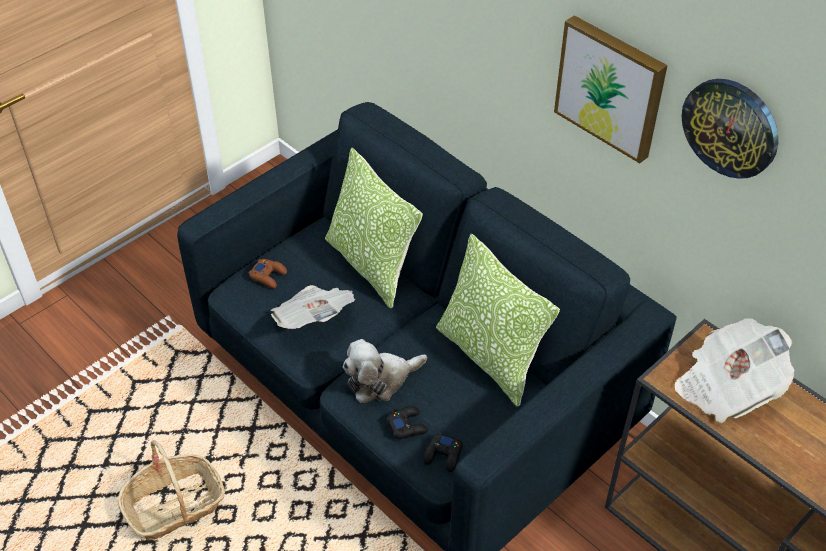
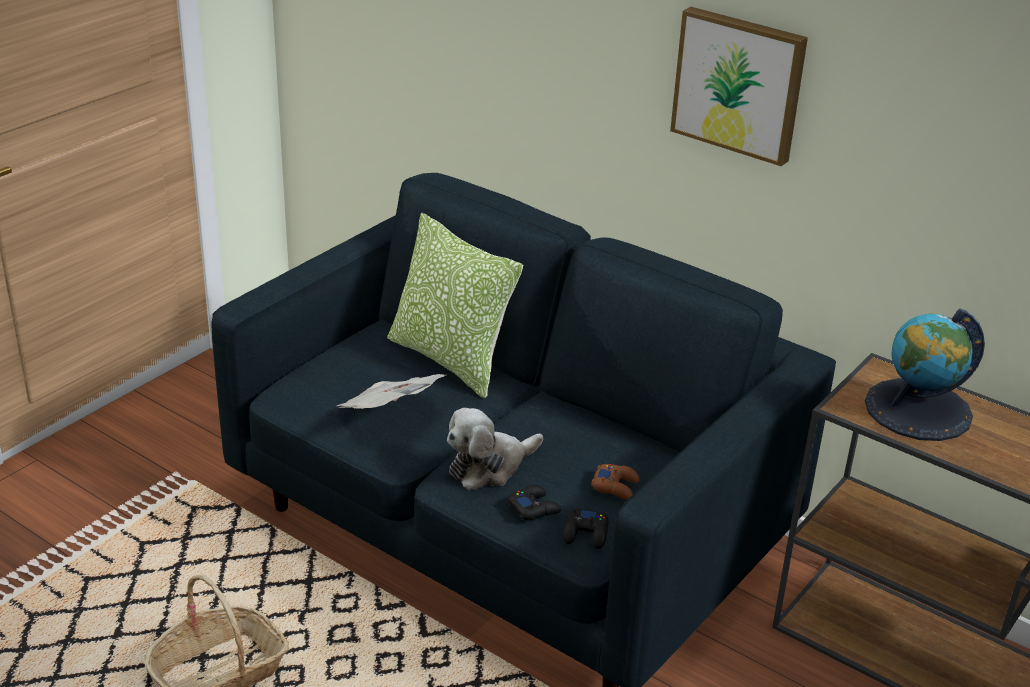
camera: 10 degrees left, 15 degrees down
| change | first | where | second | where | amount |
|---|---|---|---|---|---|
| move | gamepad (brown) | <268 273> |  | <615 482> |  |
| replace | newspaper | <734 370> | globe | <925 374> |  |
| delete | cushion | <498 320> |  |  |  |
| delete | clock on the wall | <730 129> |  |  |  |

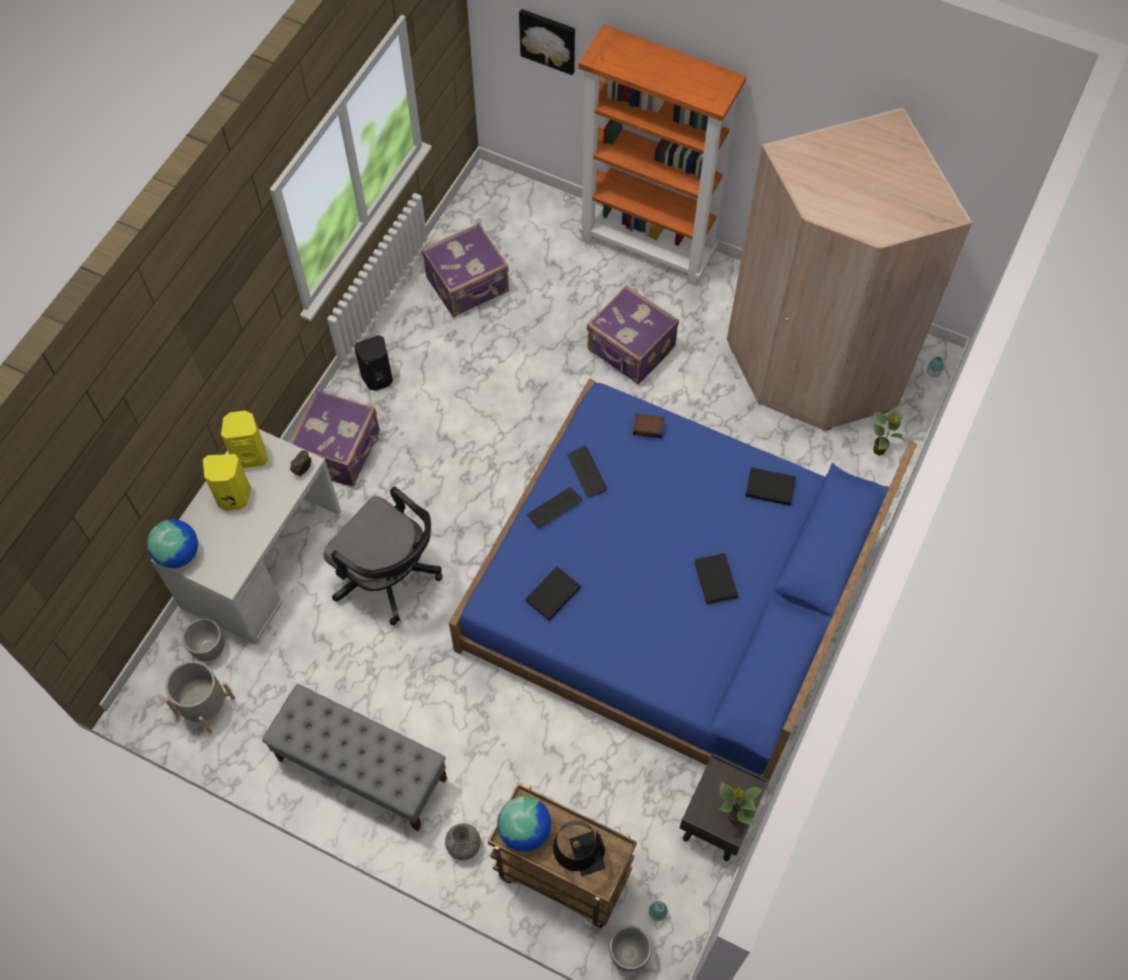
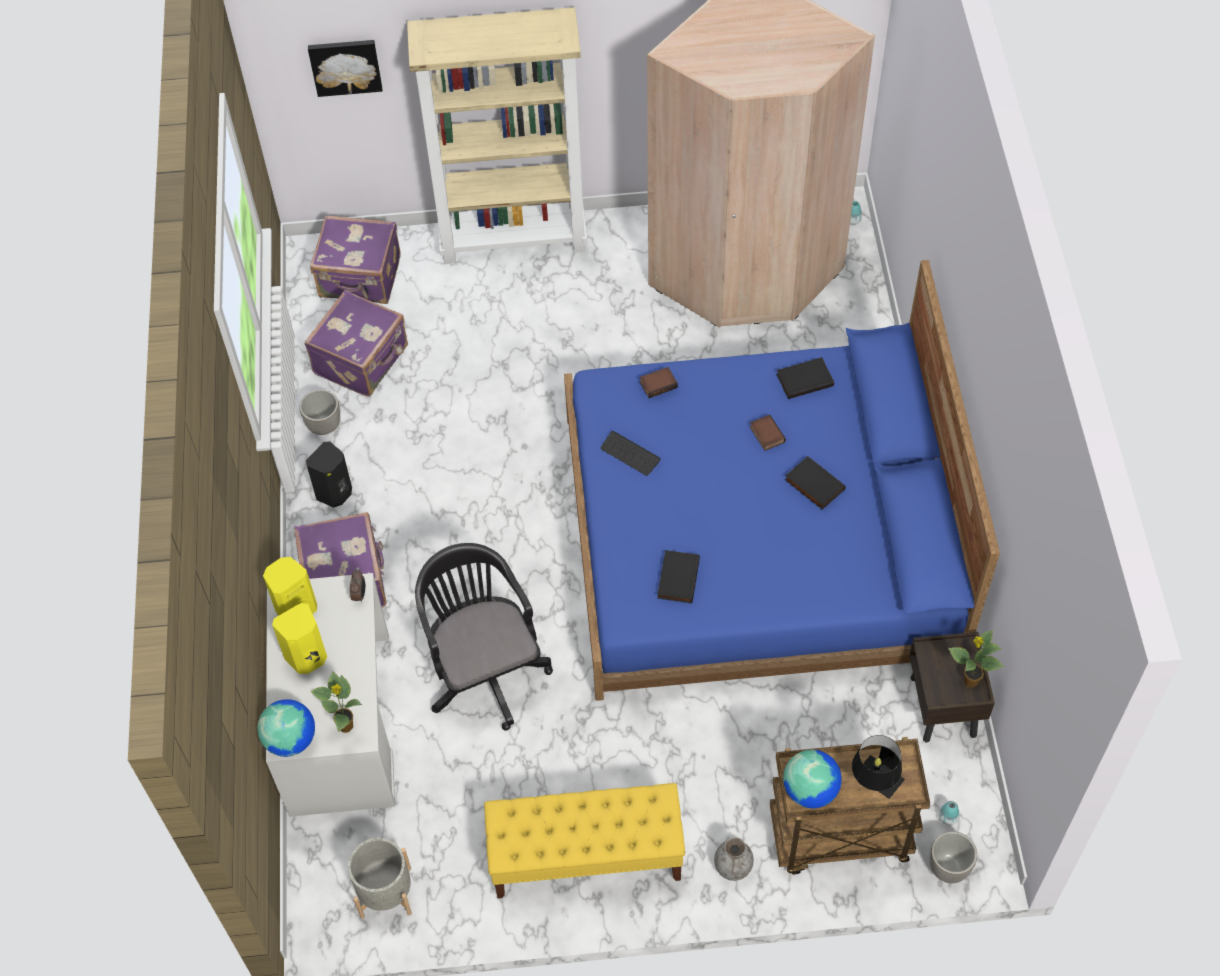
camera: 30 degrees left, 5 degrees down
| change | first | where | second | where | amount |
|---|---|---|---|---|---|
| move | flower pot | <203 639> |  | <319 412> |  |
| move | piece of luggage (purplish) | <633 334> |  | <355 259> |  |
| move | plant in a pot | <888 431> |  | <336 702> |  |
| recolor | shelving unit (orangey) | <662 155> | shelving unit (beige) | <497 135> |  |
| rotate | office chair (black-coloured) | <382 556> |  | <484 637> | 120 degrees counterclockwise |
| recolor | indoor bench (greyish) | <354 757> | indoor bench (yellowish) | <584 841> |  |
| insert |  |  | bound book | <768 433> |  |
| delete | computer keyboard | <555 508> |  |  |  |

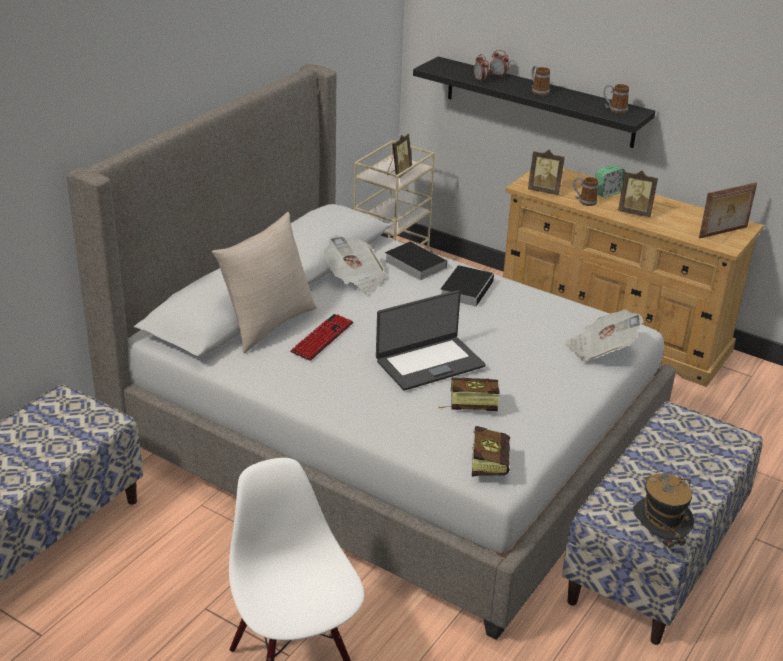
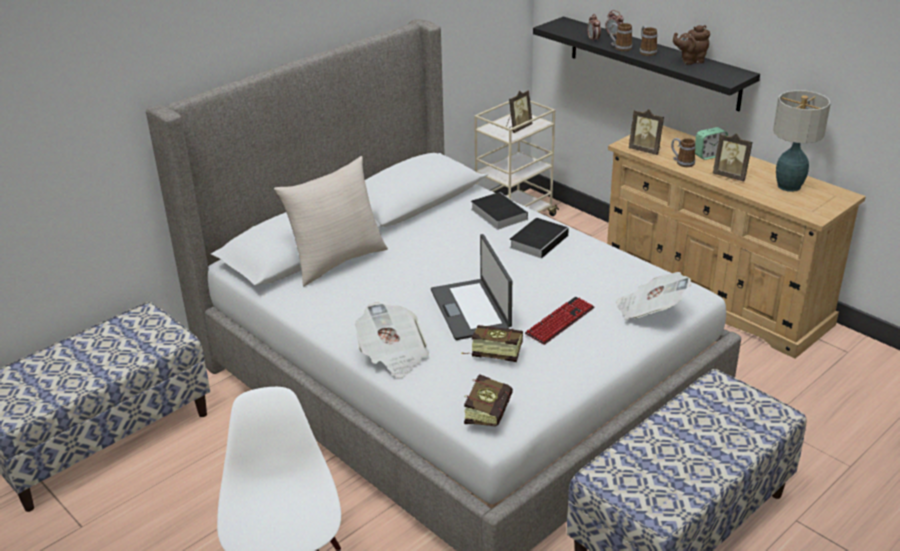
camera: 15 degrees right, 0 degrees up
| change | first | where | second | where | amount |
|---|---|---|---|---|---|
| move | newspaper | <355 264> |  | <392 340> |  |
| rotate | portable computer | <431 340> |  | <471 287> | 90 degrees clockwise |
| move | computer keyboard | <322 337> |  | <559 321> |  |
| move | tea mug | <616 99> |  | <620 37> |  |
| insert |  |  | teapot (brown) | <691 45> |  |
| insert |  |  | table lamp | <802 141> |  |
| delete | wearable hat | <663 516> |  |  |  |
| delete | standing frame | <728 210> |  |  |  |

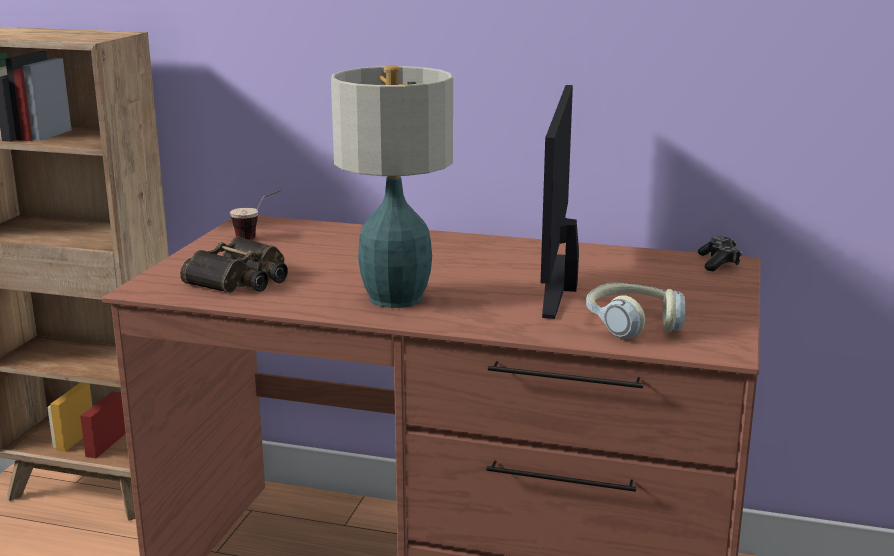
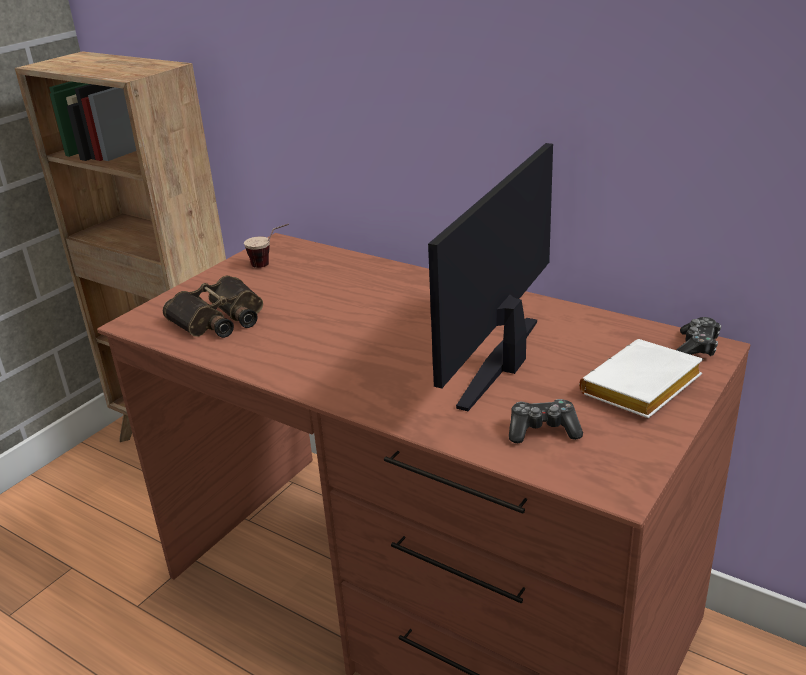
camera: 20 degrees right, 10 degrees up
| change | first | where | second | where | amount |
|---|---|---|---|---|---|
| replace | headphones | <635 310> | gamepad | <546 421> |  |
| insert |  |  | bound book (whitish) | <641 378> |  |
| delete | table lamp | <392 186> |  |  |  |

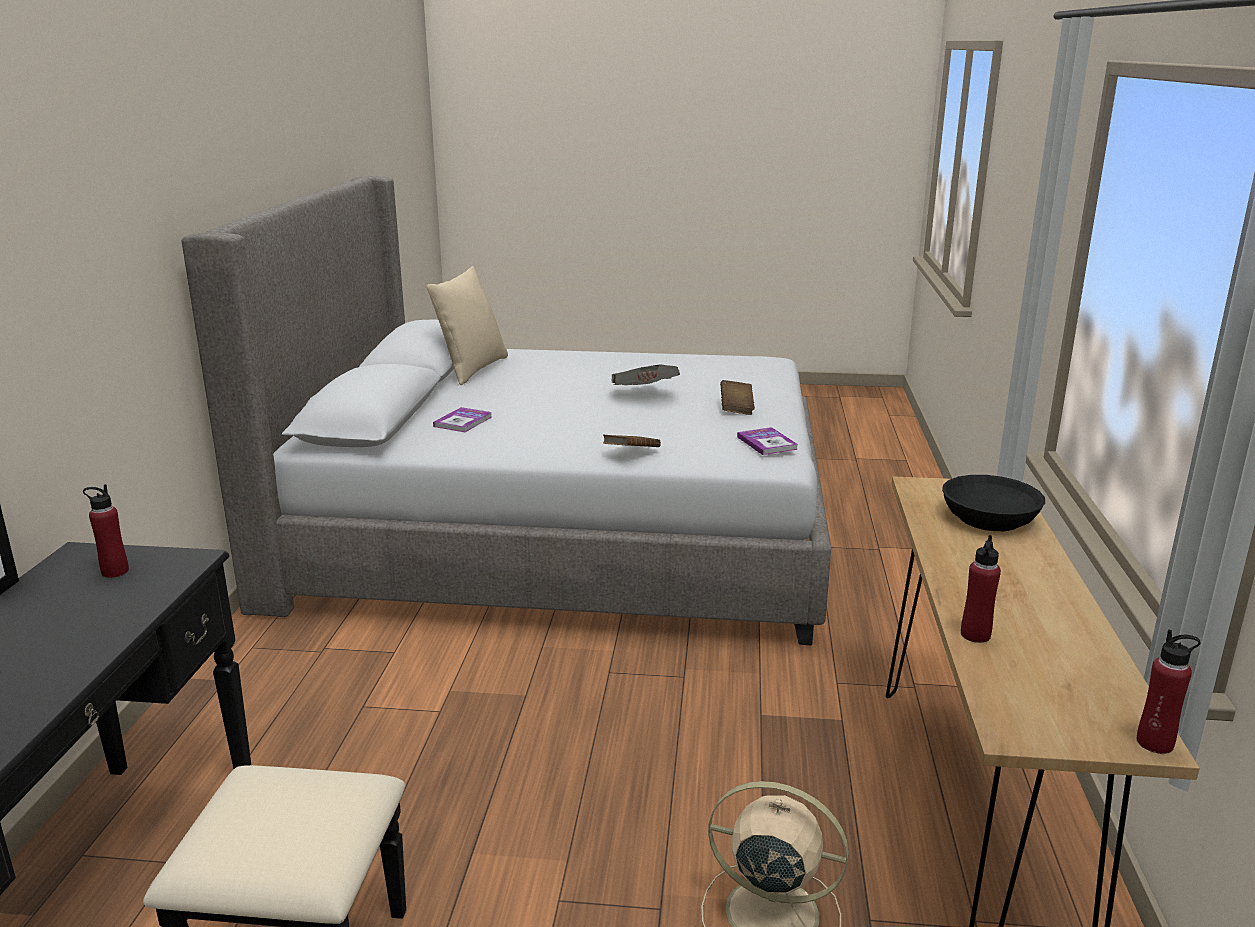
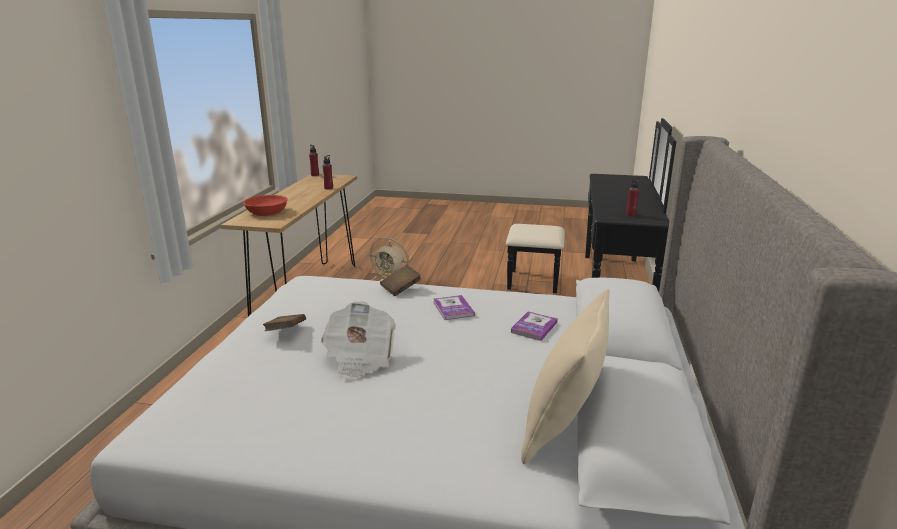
camera: 175 degrees left, 0 degrees up
| change | first | where | second | where | amount |
|---|---|---|---|---|---|
| recolor | serving bowl (black-coloured) | <993 503> | serving bowl (red-coloured) | <265 205> |  |
| move | bound book | <767 441> |  | <454 307> |  |

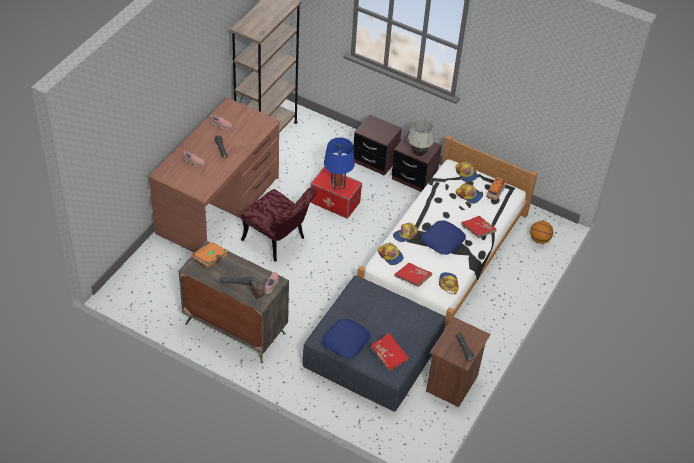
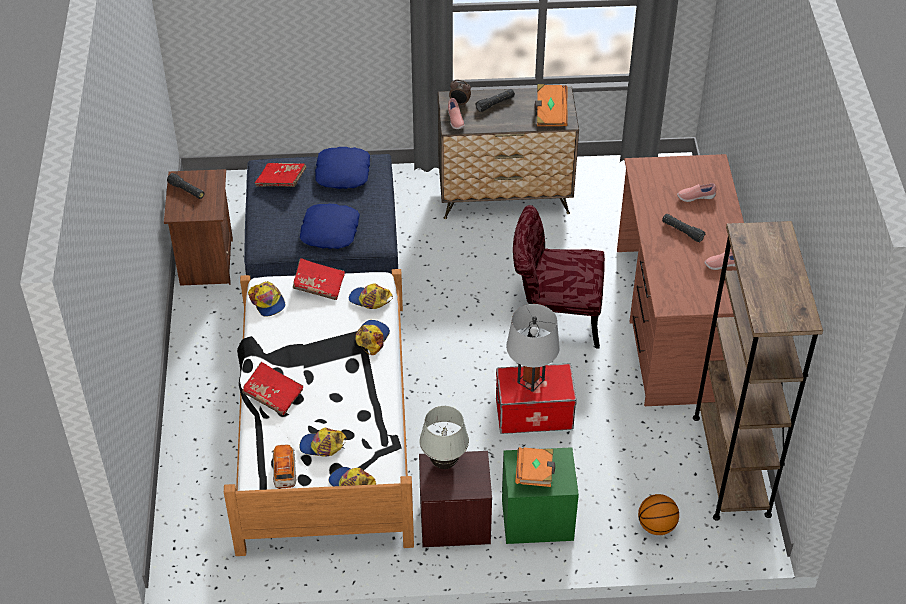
camera: 150 degrees right, 0 degrees up
| change | first | where | second | where | amount |
|---|---|---|---|---|---|
| move | cushion (blue-coloured) | <443 238> |  | <330 226> |  |
| recolor | nightstand (brown) | <377 145> | nightstand (greenish) | <540 495> |  |
| recolor | table lamp (blue-coloured) | <339 163> | table lamp (greyish) | <533 348> |  |
| insert |  |  | bound book (orangey) | <535 467> |  |
| move | basketball | <541 232> |  | <658 514> |  |

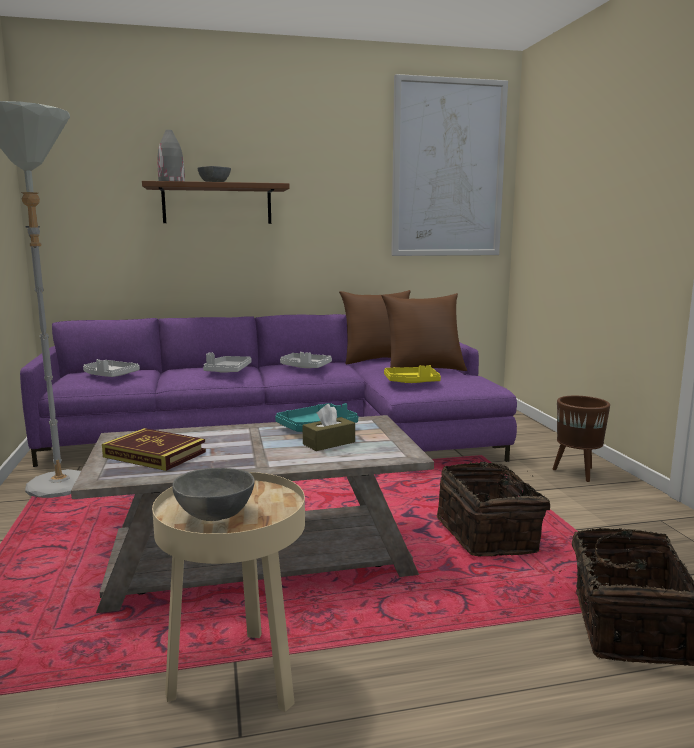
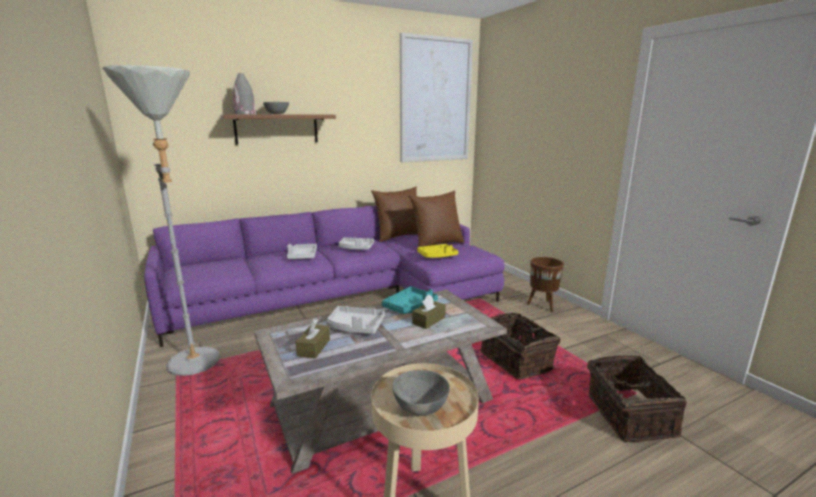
camera: 15 degrees left, 5 degrees up
| change | first | where | second | where | amount |
|---|---|---|---|---|---|
| replace | bound book | <154 449> | box of tissues (brown) | <313 338> |  |
| move | serving tray (greyish) | <111 368> |  | <355 320> |  |

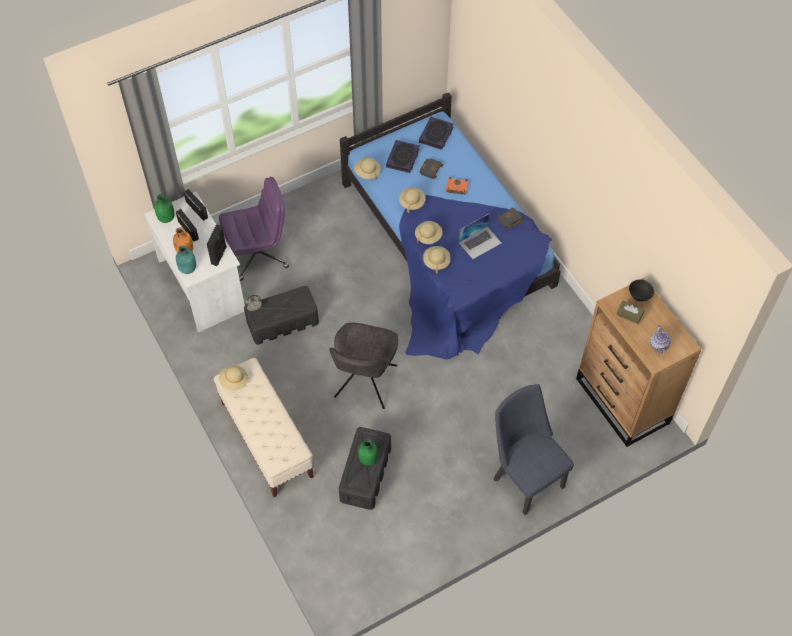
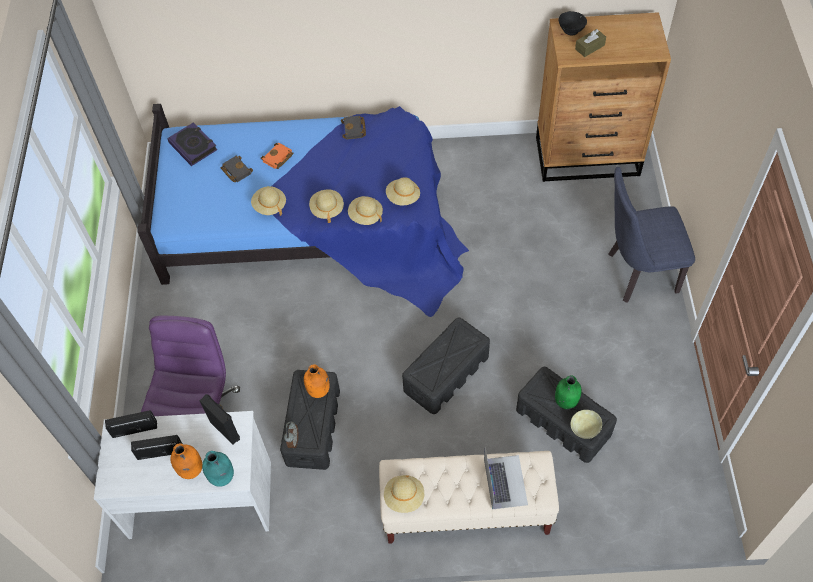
camera: 60 degrees left, 0 degrees up
| change | first | where | second | where | amount |
|---|---|---|---|---|---|
| insert |  |  | drink bottle (orangey) | <317 381> |  |
| move | wearable hat (beige) | <367 168> |  | <403 191> |  |
| replace | plain chair (greyish) | <363 366> | storage box (black-coloured) | <446 366> |  |
| move | portable computer | <480 236> |  | <506 478> |  |
| insert |  |  | serving bowl (beige) | <586 424> |  |
| delete | drink bottle (greenish) | <164 208> |  |  |  |
| delete | bound book | <402 156> |  |  |  |
| delete | teapot | <660 339> |  |  |  |

